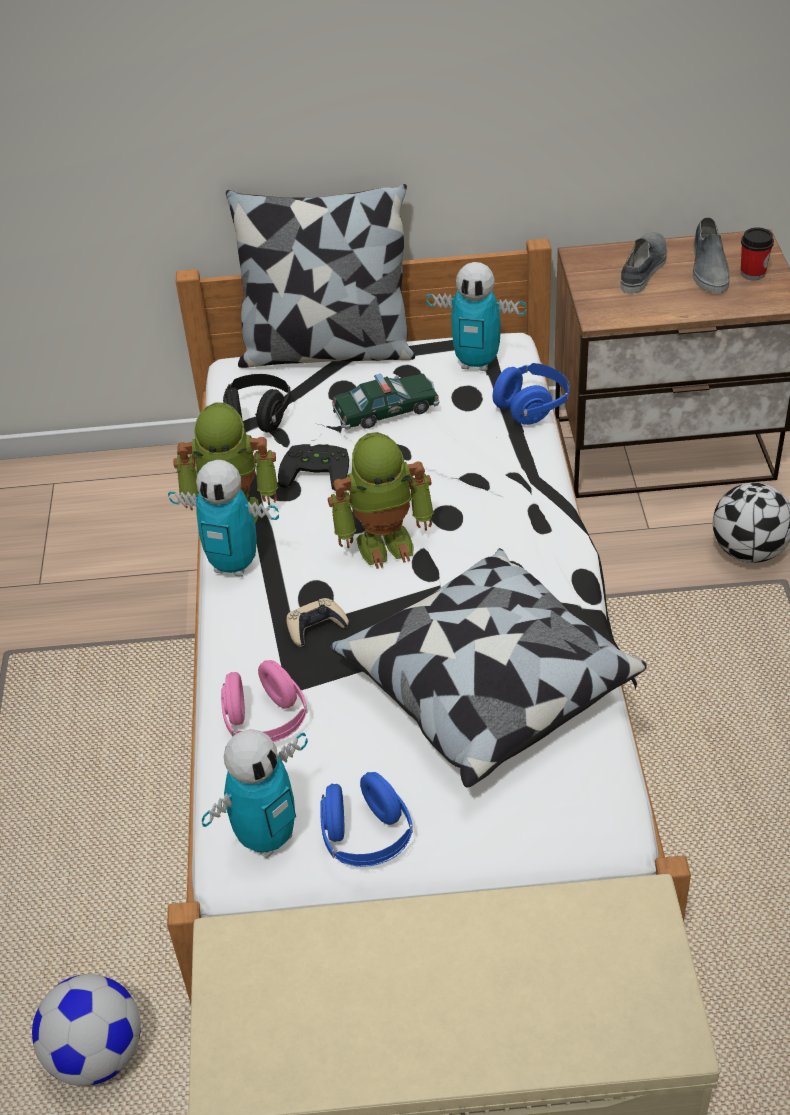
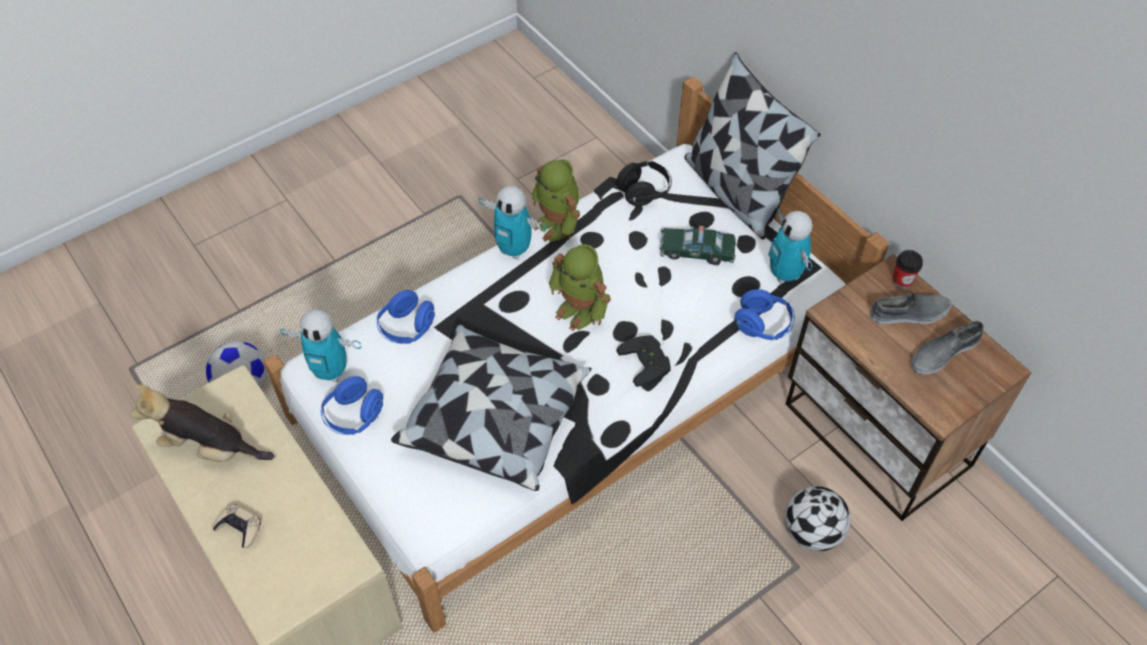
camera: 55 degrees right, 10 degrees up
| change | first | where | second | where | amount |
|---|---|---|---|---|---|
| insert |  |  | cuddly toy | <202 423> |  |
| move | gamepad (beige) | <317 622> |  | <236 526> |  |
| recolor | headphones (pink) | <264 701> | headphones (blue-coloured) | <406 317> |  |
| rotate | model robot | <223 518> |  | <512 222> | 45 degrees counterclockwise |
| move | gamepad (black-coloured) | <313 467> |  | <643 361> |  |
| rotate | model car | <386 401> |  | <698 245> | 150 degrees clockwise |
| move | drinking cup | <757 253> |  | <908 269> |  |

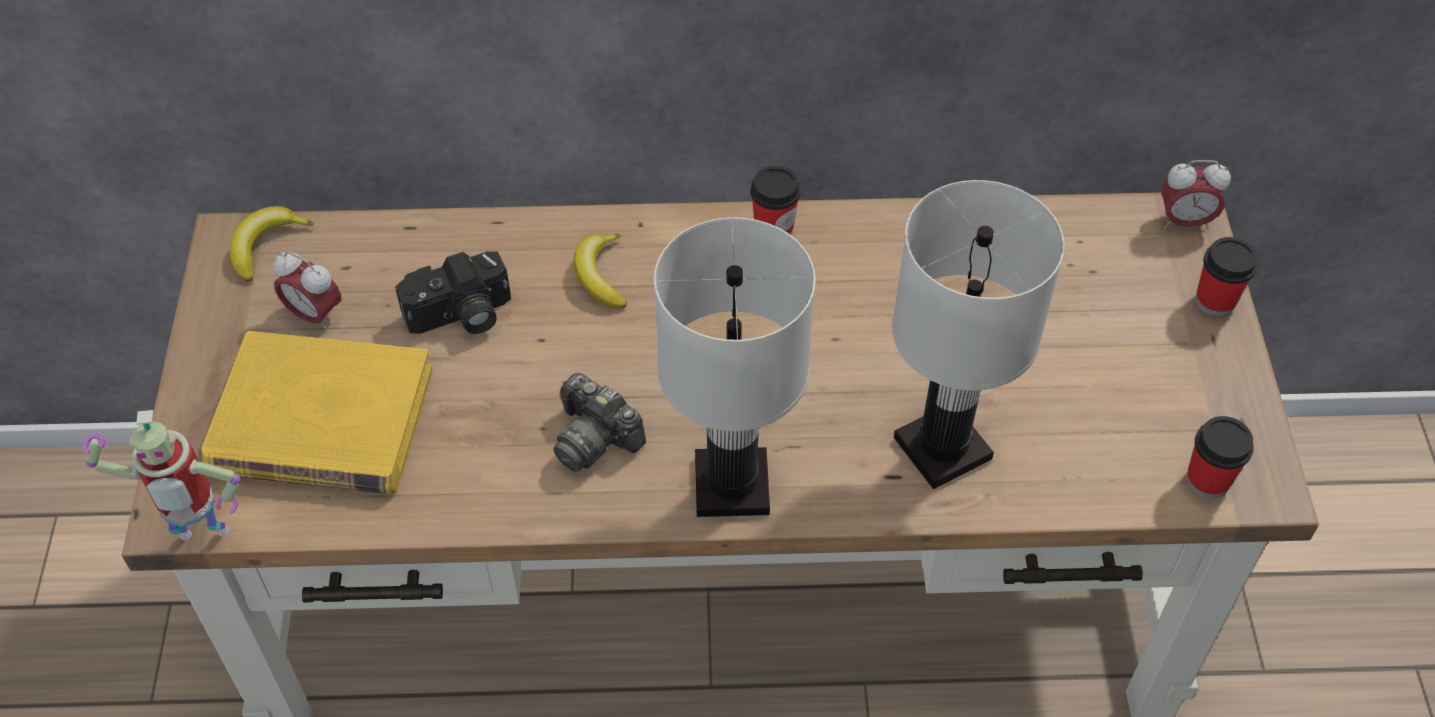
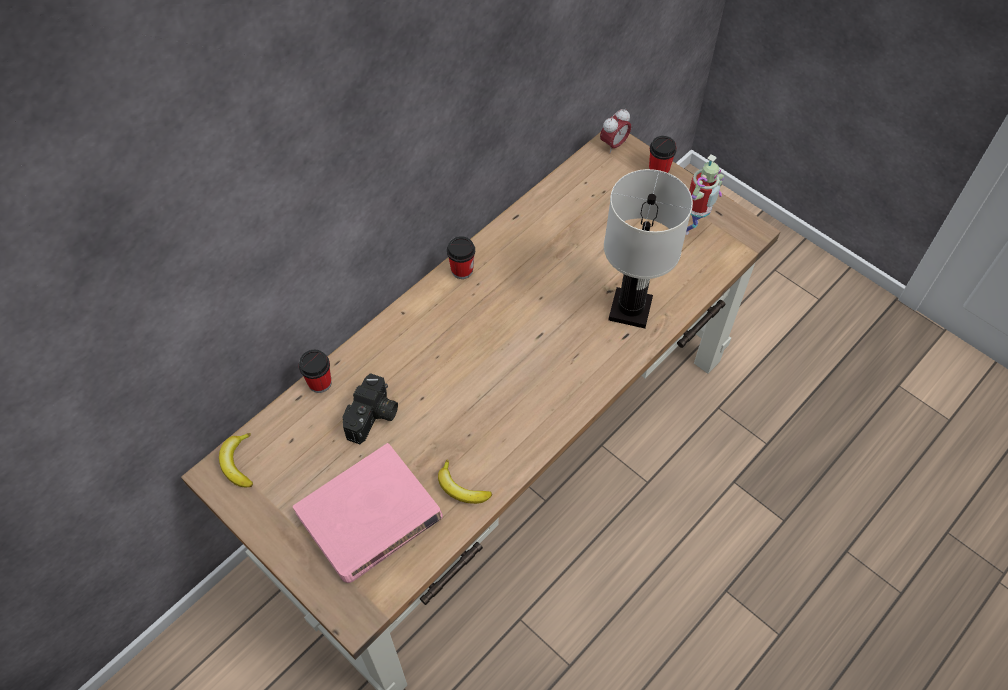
camera: 45 degrees left, 5 degrees up
| change | first | where | second | where | amount |
|---|---|---|---|---|---|
| recolor | bound book (yellowish) | <316 412> | bound book (pink) | <368 513> |  |
| move | drinking cup | <1220 457> |  | <315 371> |  |
| move | whole banana | <600 271> |  | <465 482> |  |
| move | model robot | <161 475> |  | <705 194> |  |
| delete | alarm clock | <307 291> |  |  |  |
| delete | still camera | <599 422> |  |  |  |
| delete | table lamp (whitish) | <735 367> |  |  |  |

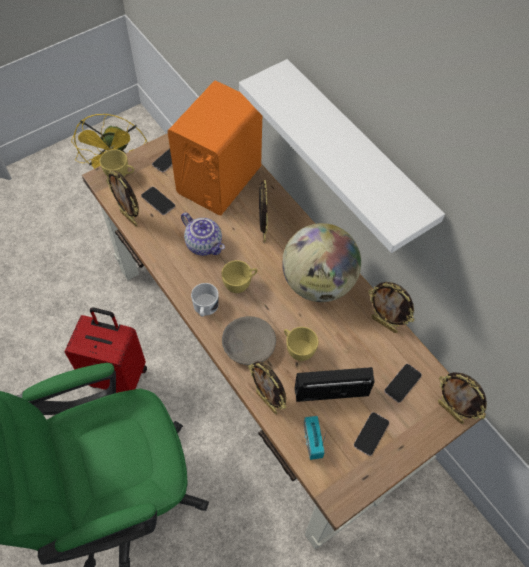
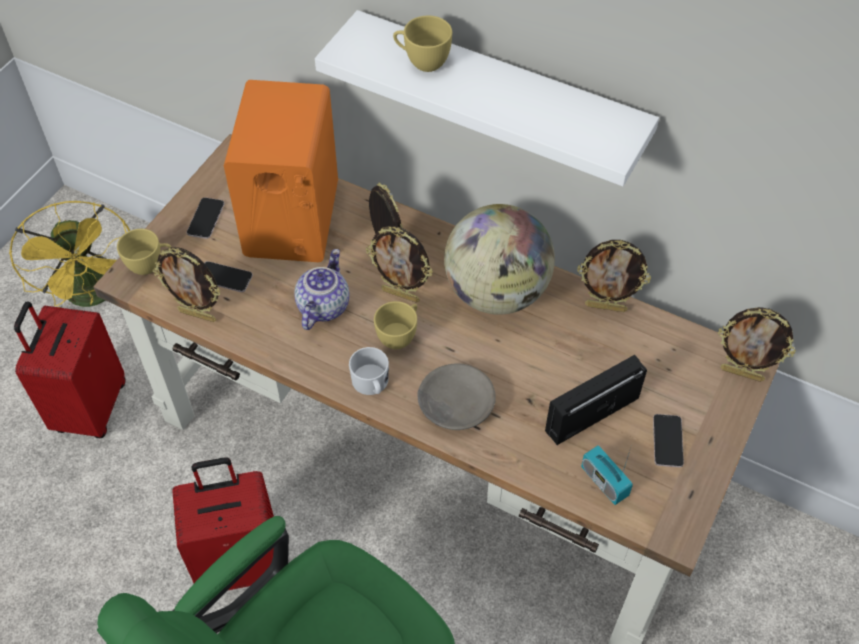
camera: 25 degrees left, 5 degrees down
| change | first | where | second | where | amount |
|---|---|---|---|---|---|
| insert |  |  | piece of luggage (red-coloured) | <69 369> |  |
| rotate | teapot | <203 234> |  | <321 289> | 90 degrees counterclockwise |
| move | standing frame | <267 387> |  | <399 264> |  |
| move | drinking cup (yellowish) | <301 344> |  | <422 44> |  |
| delete | telephone | <403 383> |  |  |  |

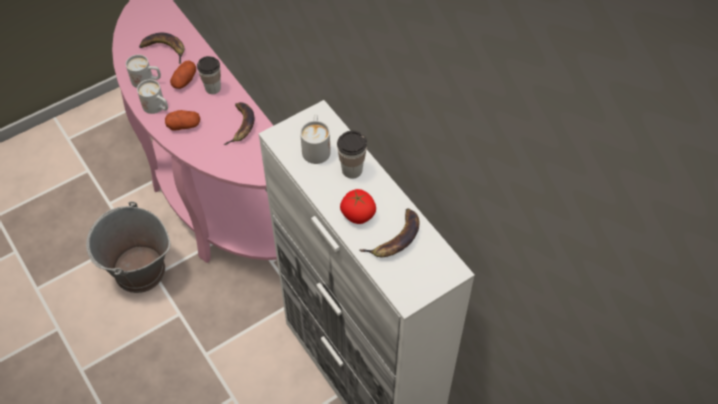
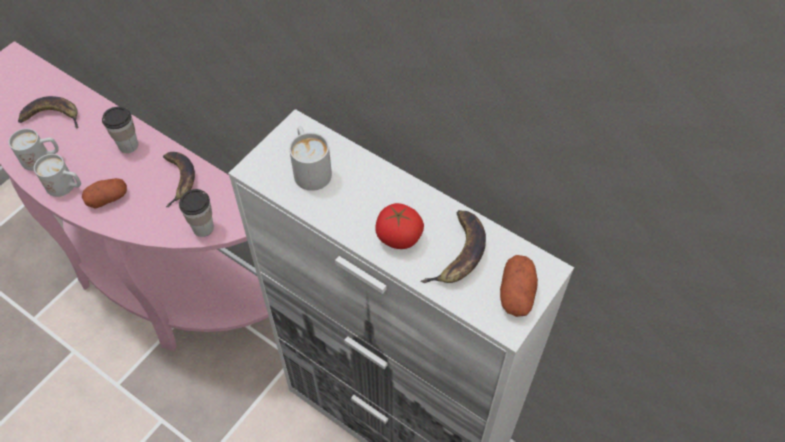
camera: 20 degrees left, 0 degrees up
| change | first | where | second | where | amount |
|---|---|---|---|---|---|
| move | drinking cup | <352 155> |  | <196 213> |  |
| move | spud | <183 74> |  | <519 286> |  |
| delete | pail (greyish) | <128 247> |  |  |  |

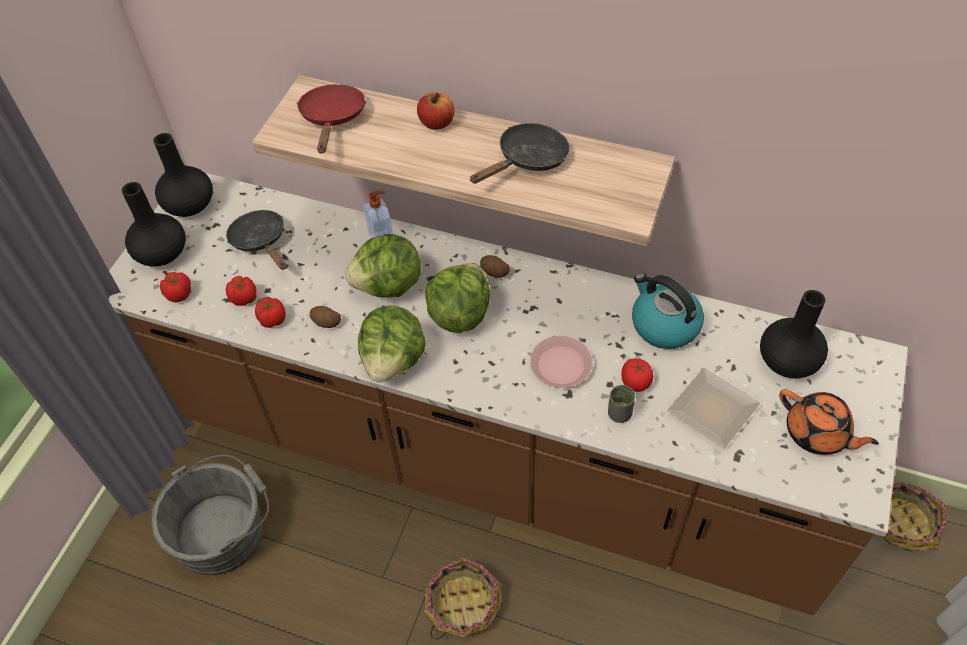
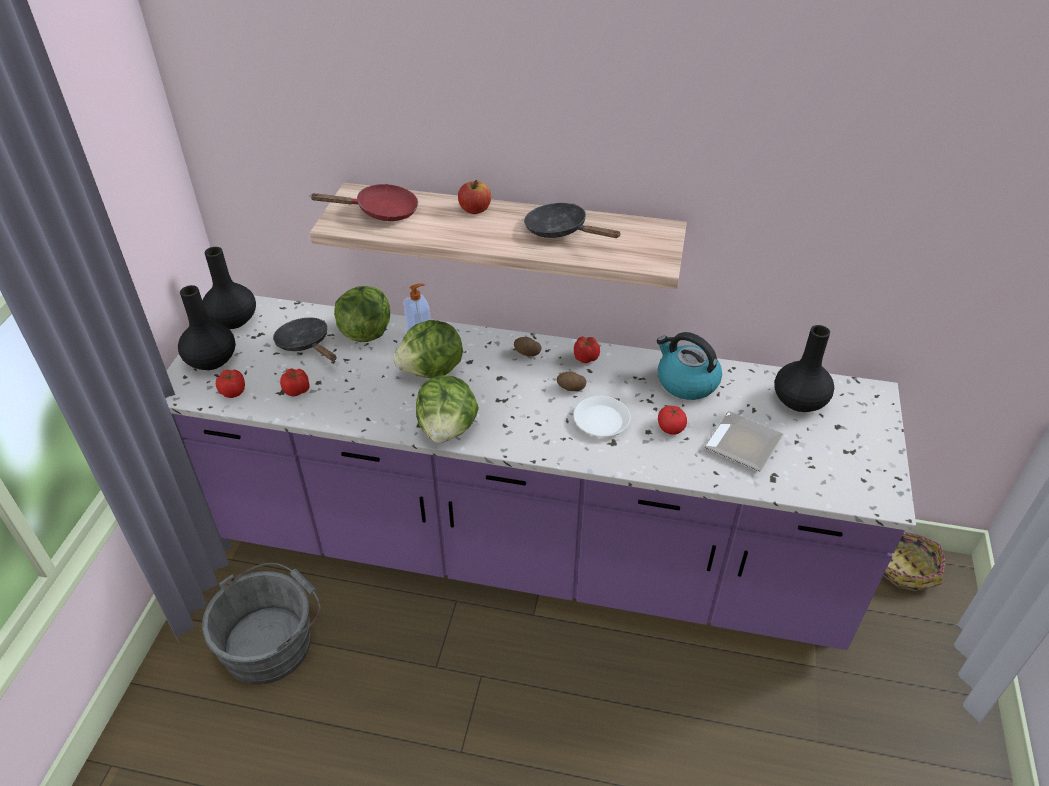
camera: 10 degrees left, 10 degrees down
| change | first | where | second | where | amount |
|---|---|---|---|---|---|
| recolor | kitchen base unit (brown) | <508 393> | kitchen base unit (purplish) | <540 472> |  |
| rotate | frying pan (red-coloured) | <331 118> |  | <363 202> | 90 degrees clockwise |
| move | lettuce head | <457 298> |  | <362 314> |  |
| rotate | frying pan (black-coloured) | <520 153> |  | <572 220> | 90 degrees counterclockwise |
| move | spud | <325 317> |  | <571 381> |  |
| move | tomato | <270 312> |  | <587 349> |  |
| recolor | dinner plate (pink) | <561 362> | dinner plate (whitish) | <602 416> |  |
| delete | household basket | <463 598> |  |  |  |
| delete | drinking cup (greyish) | <621 404> |  |  |  |
| delete | teapot (orangey) | <829 422> |  |  |  |

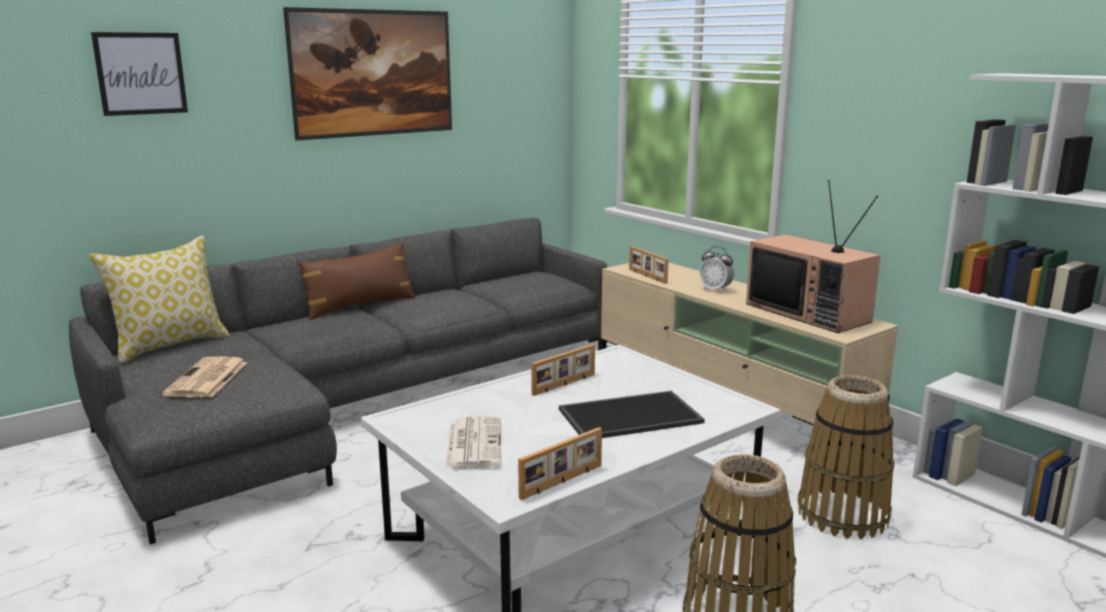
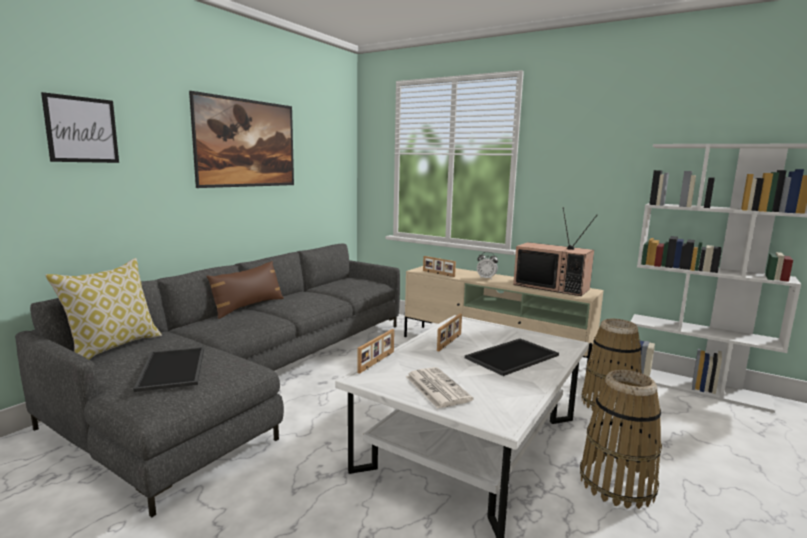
camera: 20 degrees left, 5 degrees down
| change | first | where | second | where | amount |
|---|---|---|---|---|---|
| replace | newspaper | <204 376> | serving tray | <169 369> |  |
| move | standing frame | <560 463> |  | <375 351> |  |

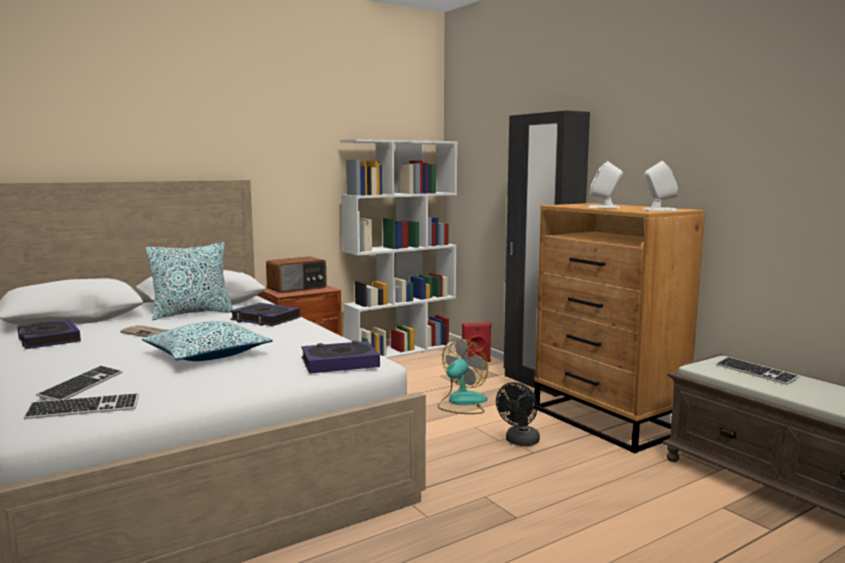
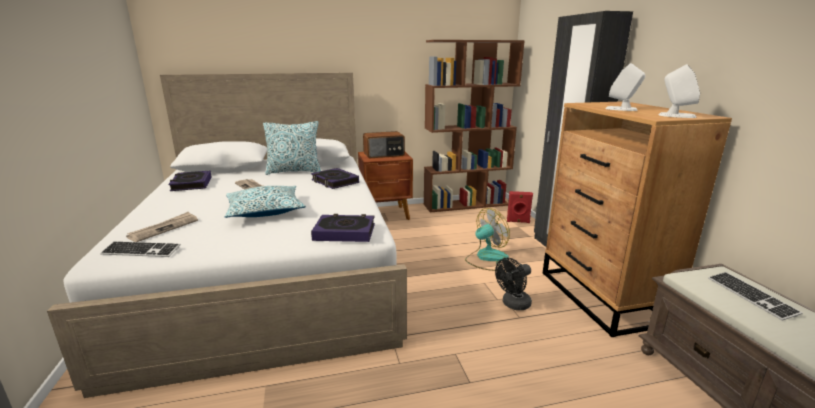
camera: 20 degrees right, 10 degrees up
| change | first | where | second | where | amount |
|---|---|---|---|---|---|
| replace | computer keyboard | <79 383> | newspaper | <162 227> |  |
| recolor | shelving unit (whitish) | <398 249> | shelving unit (brown) | <474 126> |  |

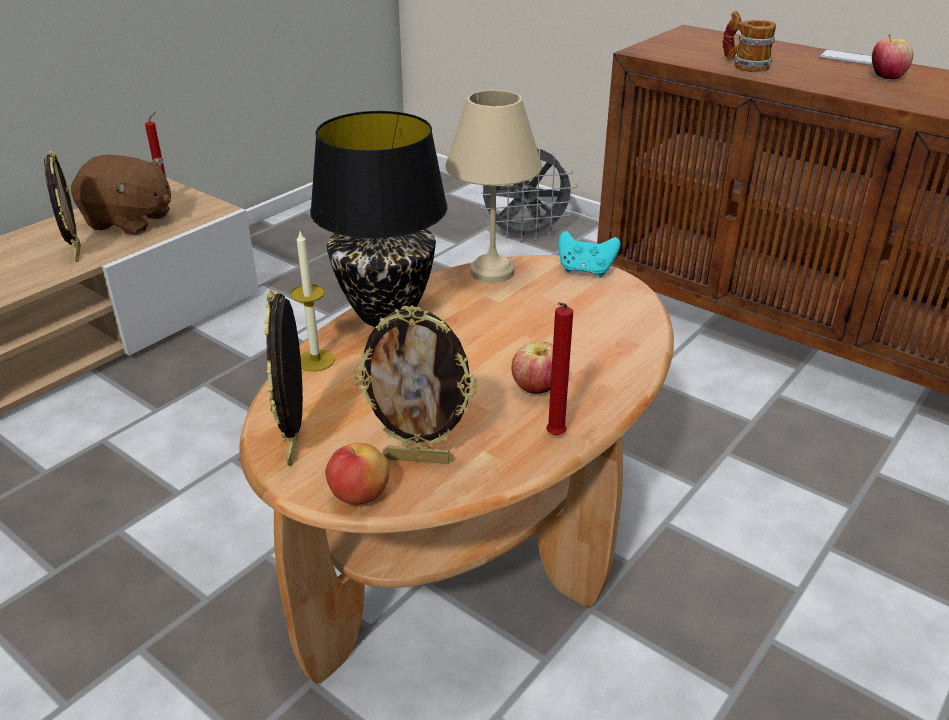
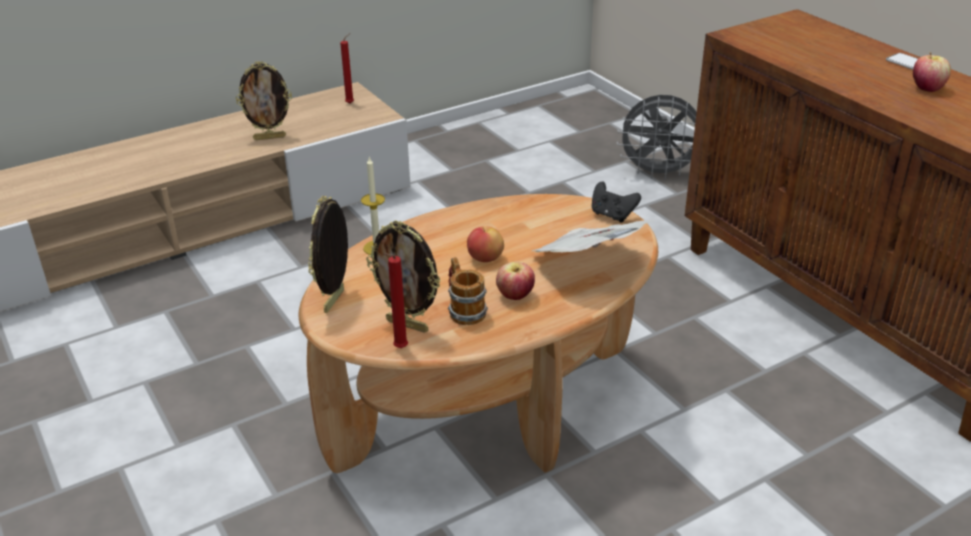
camera: 20 degrees right, 0 degrees up
| change | first | where | second | where | amount |
|---|---|---|---|---|---|
| rotate | standing frame | <62 206> |  | <264 100> | 75 degrees clockwise |
| move | wax candle (red-coloured) | <559 368> |  | <396 300> |  |
| move | tea mug | <749 41> |  | <468 291> |  |
| move | apple fruit | <357 473> |  | <485 244> |  |
| insert |  |  | newspaper | <593 236> |  |
| recolor | gamepad (blue-green) | <590 254> | gamepad (black-coloured) | <616 202> |  |
| delete | cuddly toy (brown) | <121 195> |  |  |  |
| delete | table lamp (black-coloured) | <378 219> |  |  |  |
| delete | table lamp (beige) | <493 186> |  |  |  |

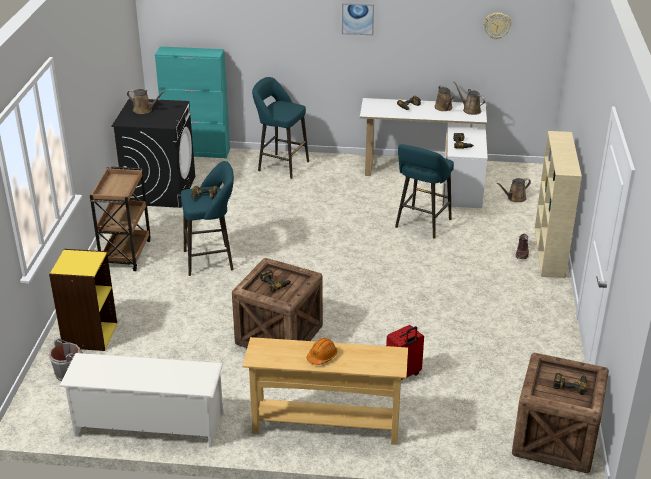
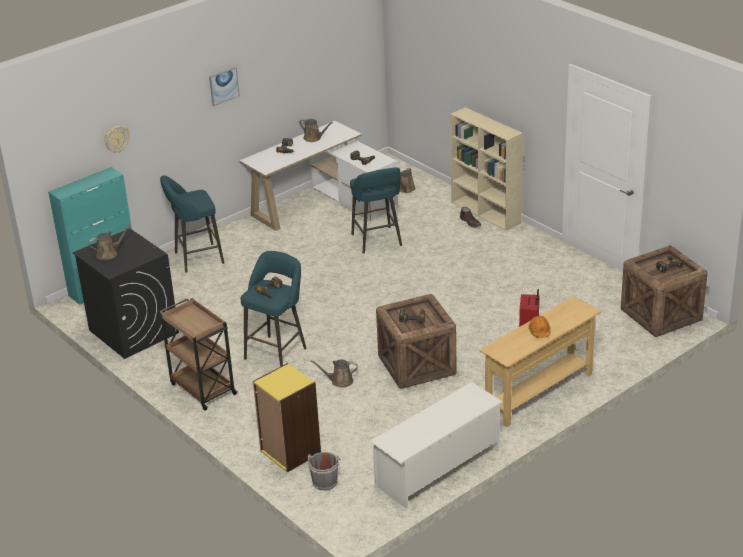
camera: 45 degrees left, 0 degrees up
| change | first | where | second | where | amount |
|---|---|---|---|---|---|
| move | clock on the wall | <497 26> |  | <116 139> |  |
| move | watering can (brown) | <469 98> |  | <334 374> |  |

